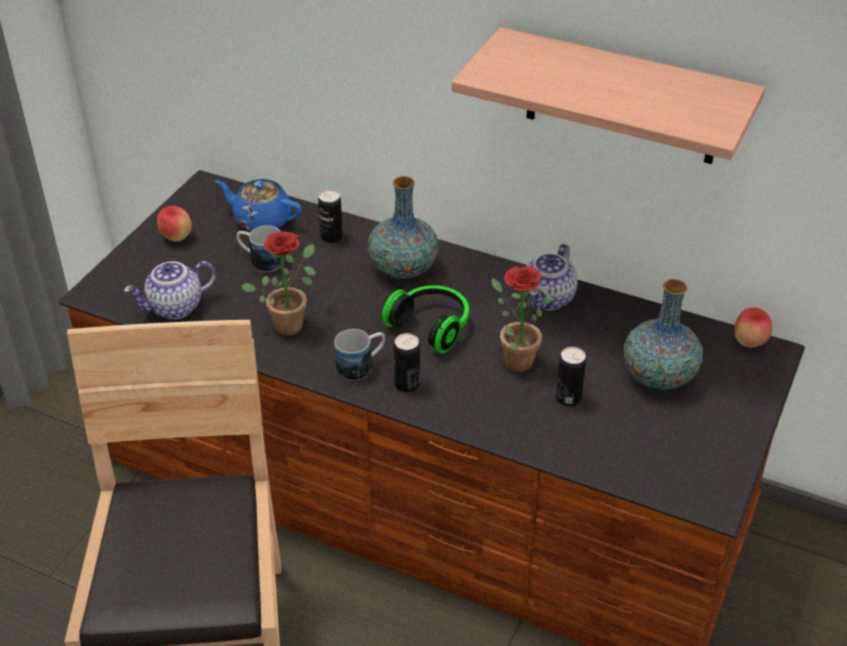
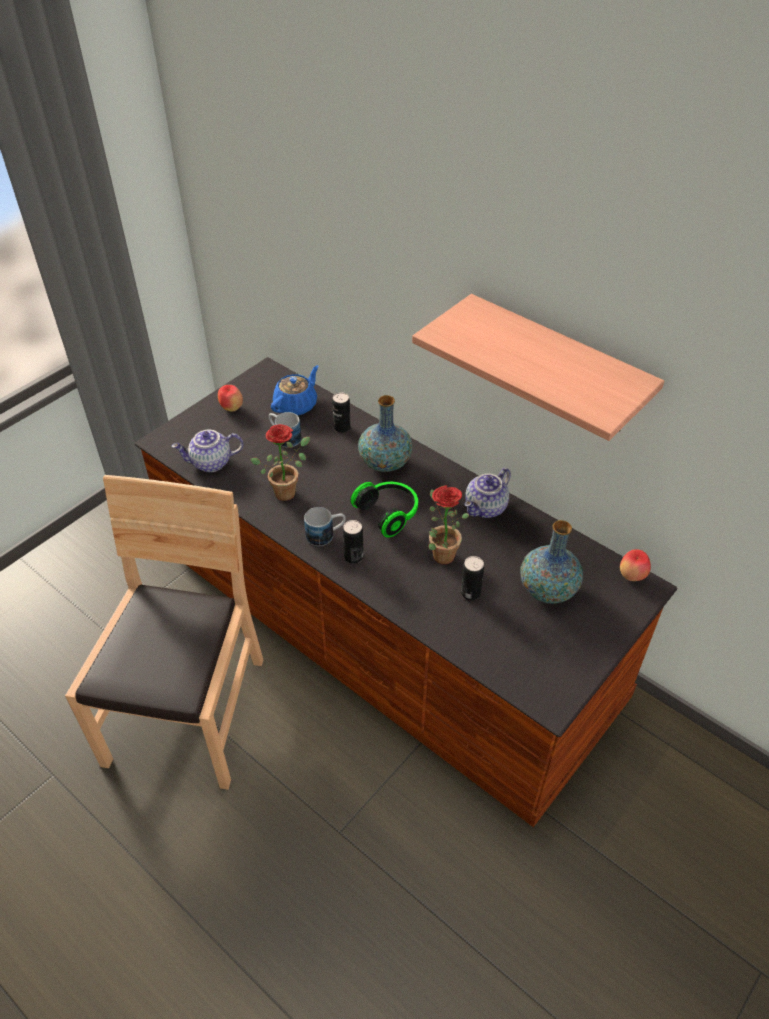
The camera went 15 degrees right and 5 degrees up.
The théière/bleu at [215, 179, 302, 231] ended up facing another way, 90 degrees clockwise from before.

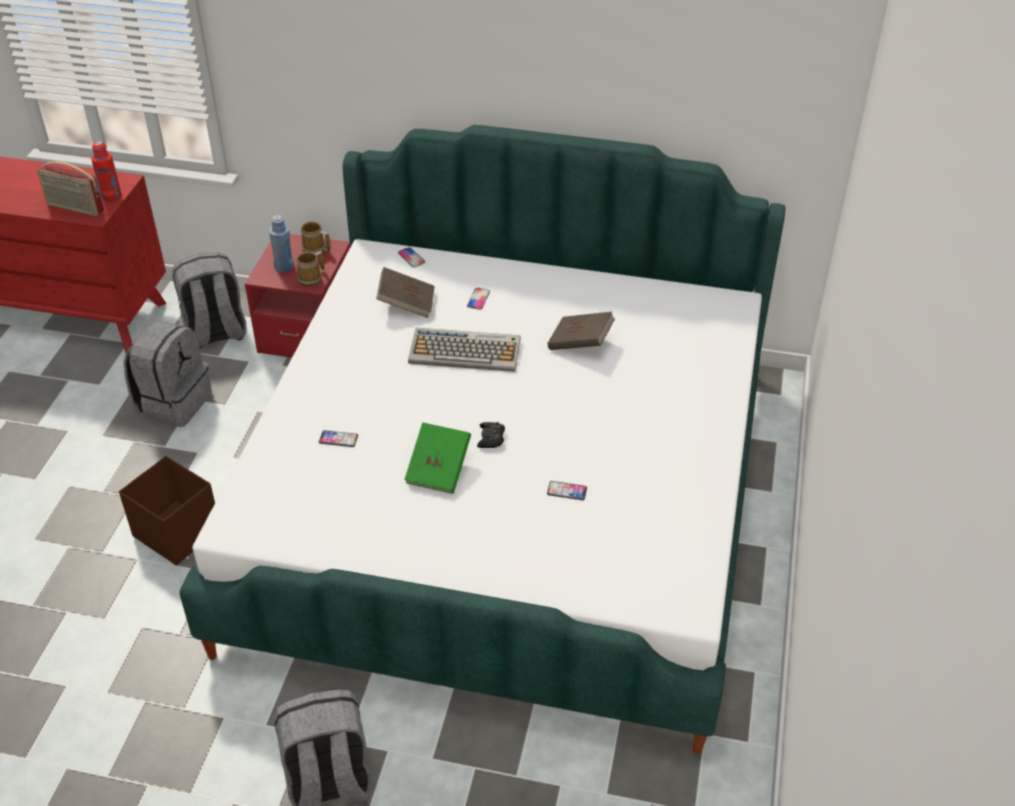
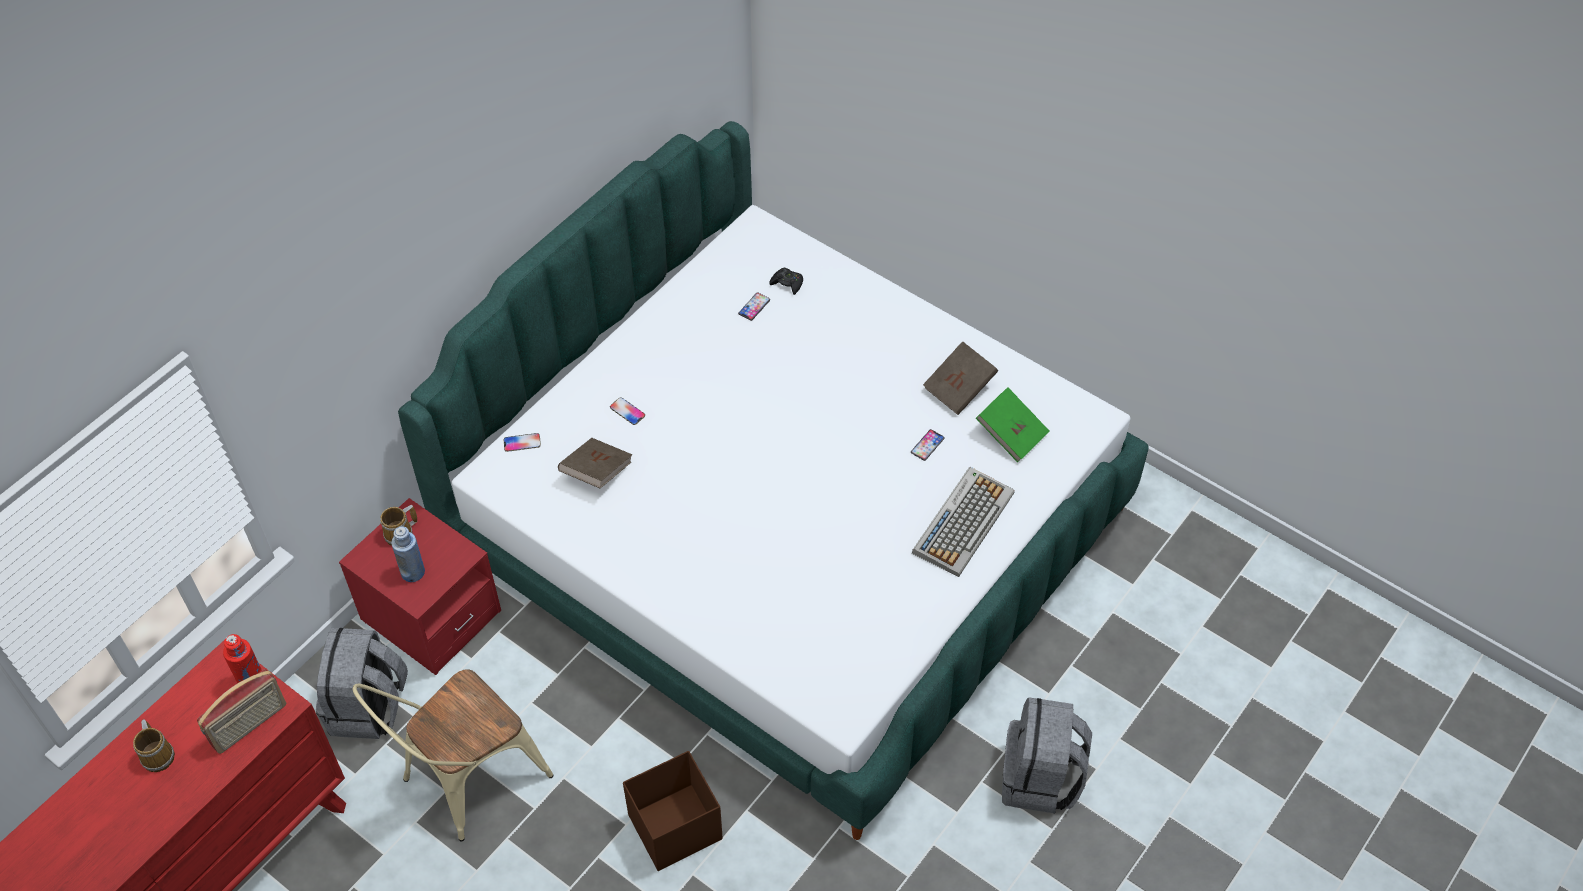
The camera went 65 degrees left and 10 degrees up.
The mug ended up elsewhere, having gone from [296, 251, 324, 287] to [133, 720, 175, 772].
Where the sac à dos/gris stood at [124, 321, 212, 427], the chaise/beige came to stand at [352, 669, 553, 842].
The téléphone ended up elsewhere, having gone from [319, 430, 358, 447] to [738, 292, 770, 321].
The manette/noir ended up elsewhere, having gone from [477, 422, 505, 448] to [769, 267, 803, 295].
The clavier ended up elsewhere, having gone from [408, 328, 520, 372] to [912, 467, 1015, 577].
The livre/marron ended up elsewhere, having gone from [547, 312, 615, 350] to [923, 341, 998, 415].
The livre/vert ended up elsewhere, having gone from [404, 422, 471, 494] to [976, 387, 1050, 462].

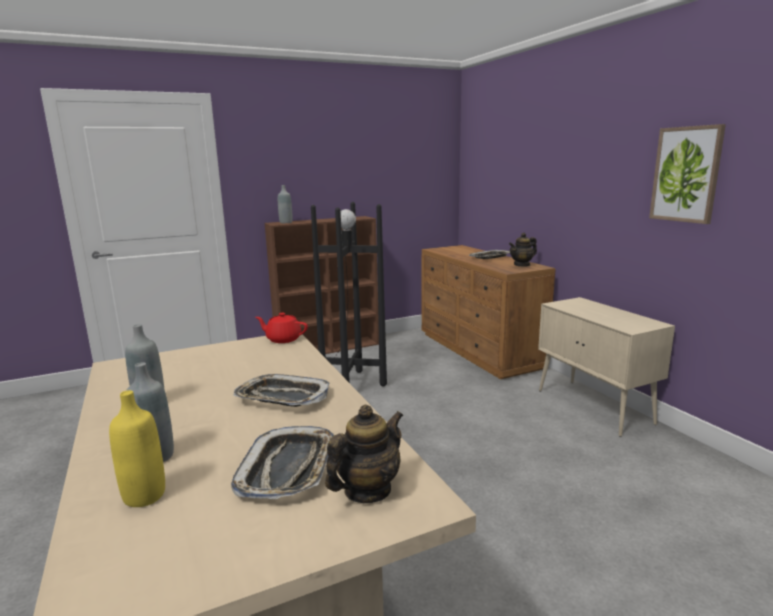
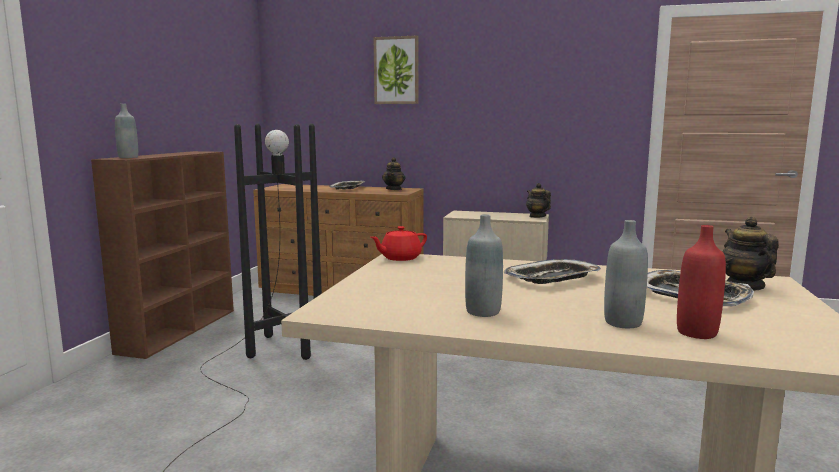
The camera went 50 degrees left and 5 degrees down.
The tableau ended up elsewhere, having gone from [649, 124, 726, 224] to [374, 36, 419, 104].
The second view gained the théière at [526, 183, 551, 218].
What was the bouteille/jaune at [109, 390, 165, 507] turned into the bouteille/rouge at [677, 225, 726, 339].

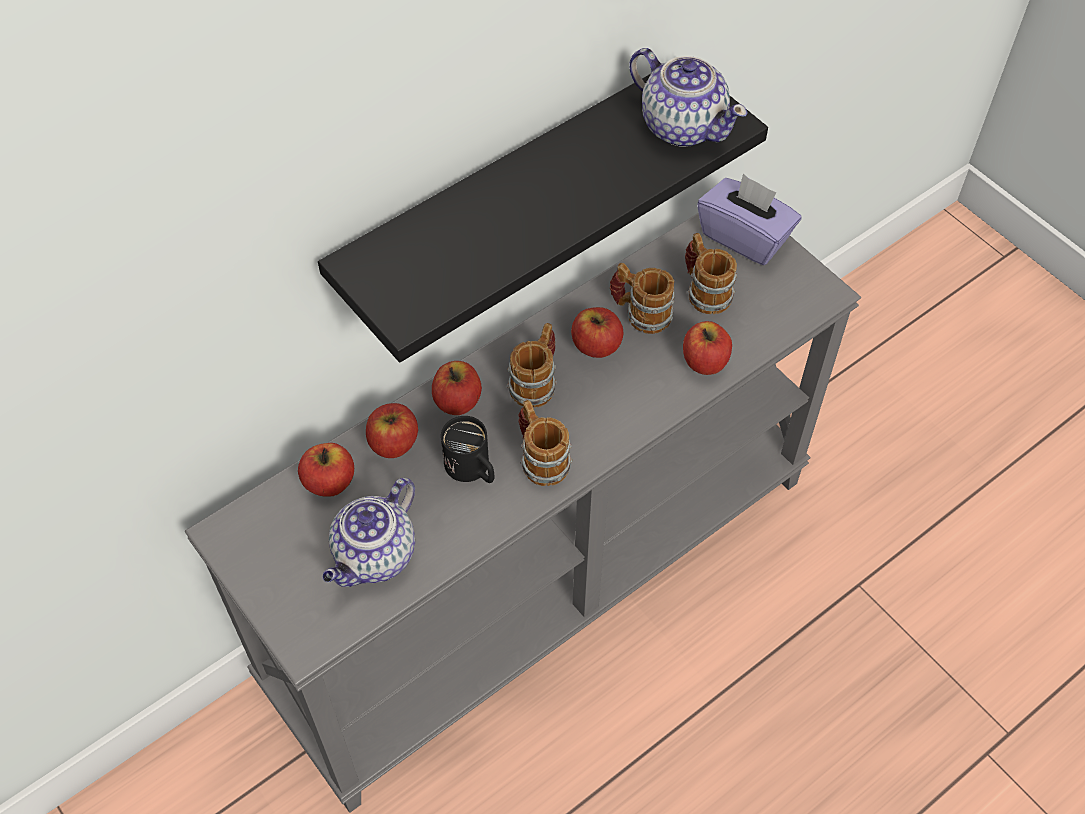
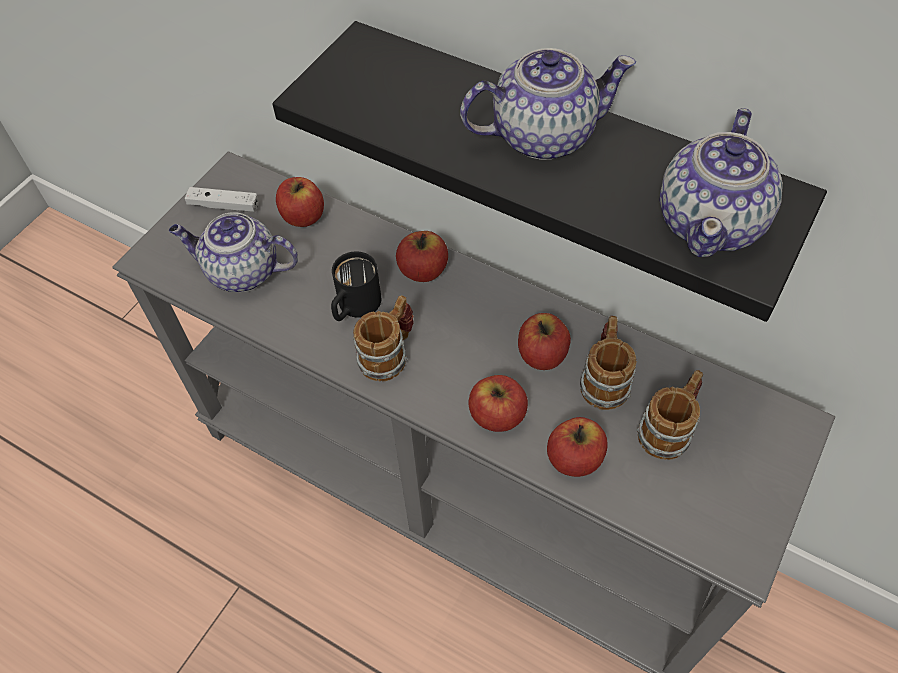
The camera went 70 degrees right and 0 degrees up.
The second view gained the manette/blanc at [185, 187, 258, 212].
The second view gained the théière at [460, 48, 636, 160].
The pomme ended up elsewhere, having gone from [366, 403, 418, 458] to [469, 375, 528, 432].
The second view lost the mug at [507, 323, 557, 408].
The second view lost the boîte à mouchoirs/violet at [697, 173, 802, 265].

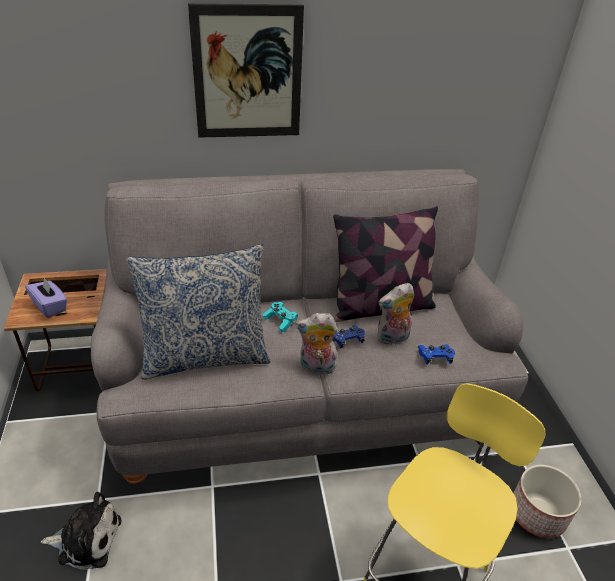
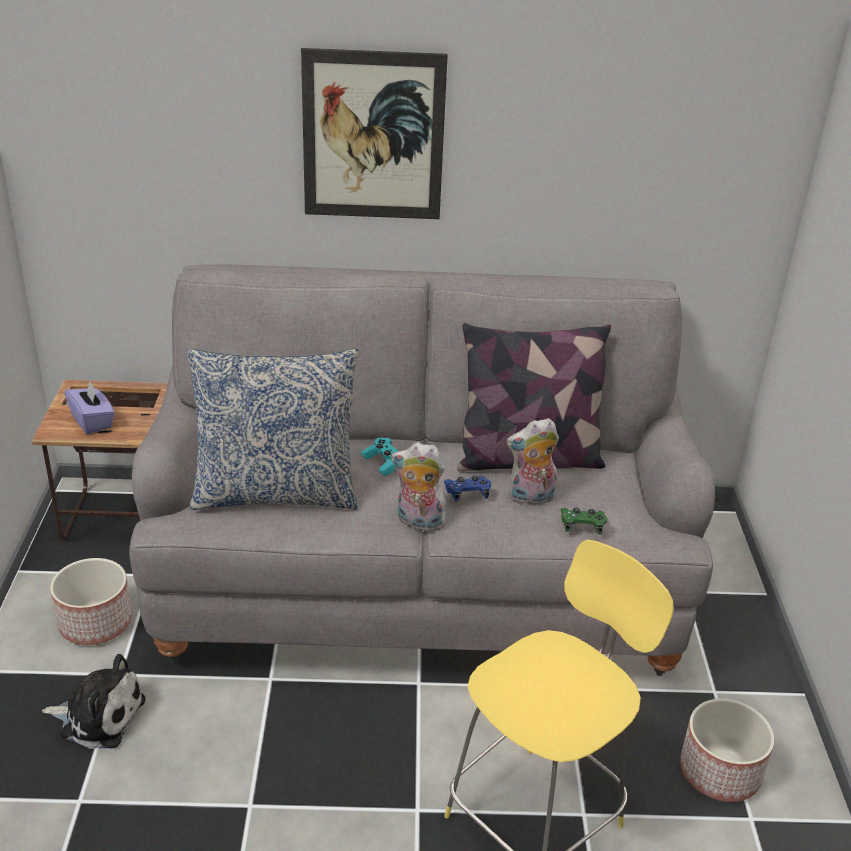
The camera went 10 degrees right and 5 degrees down.
The second view gained the cache-pot at [50, 558, 132, 645].
What was the manette/bleu at [418, 344, 455, 364] turned into the manette/vert at [560, 508, 607, 535].

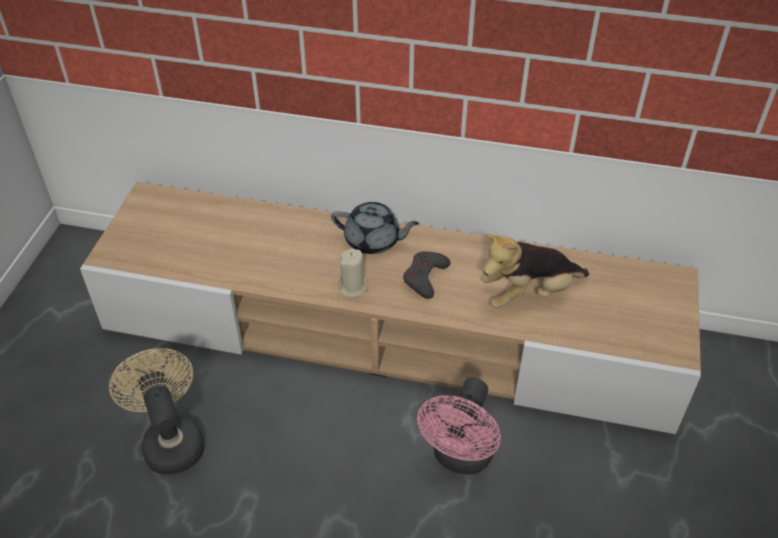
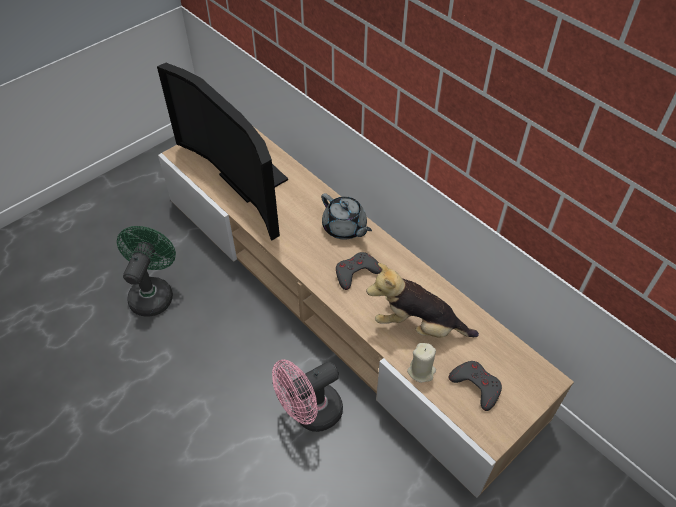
The camera went 35 degrees right and 5 degrees up.
What was the ventilateur/beige at [109, 348, 204, 475] turned into the ventilateur/vert at [117, 226, 176, 317].
The second view gained the téléviseur at [157, 63, 288, 241].
The bougie/beige ended up elsewhere, having gone from [338, 249, 368, 297] to [407, 343, 436, 383].
The second view gained the manette/gris at [449, 361, 502, 411].

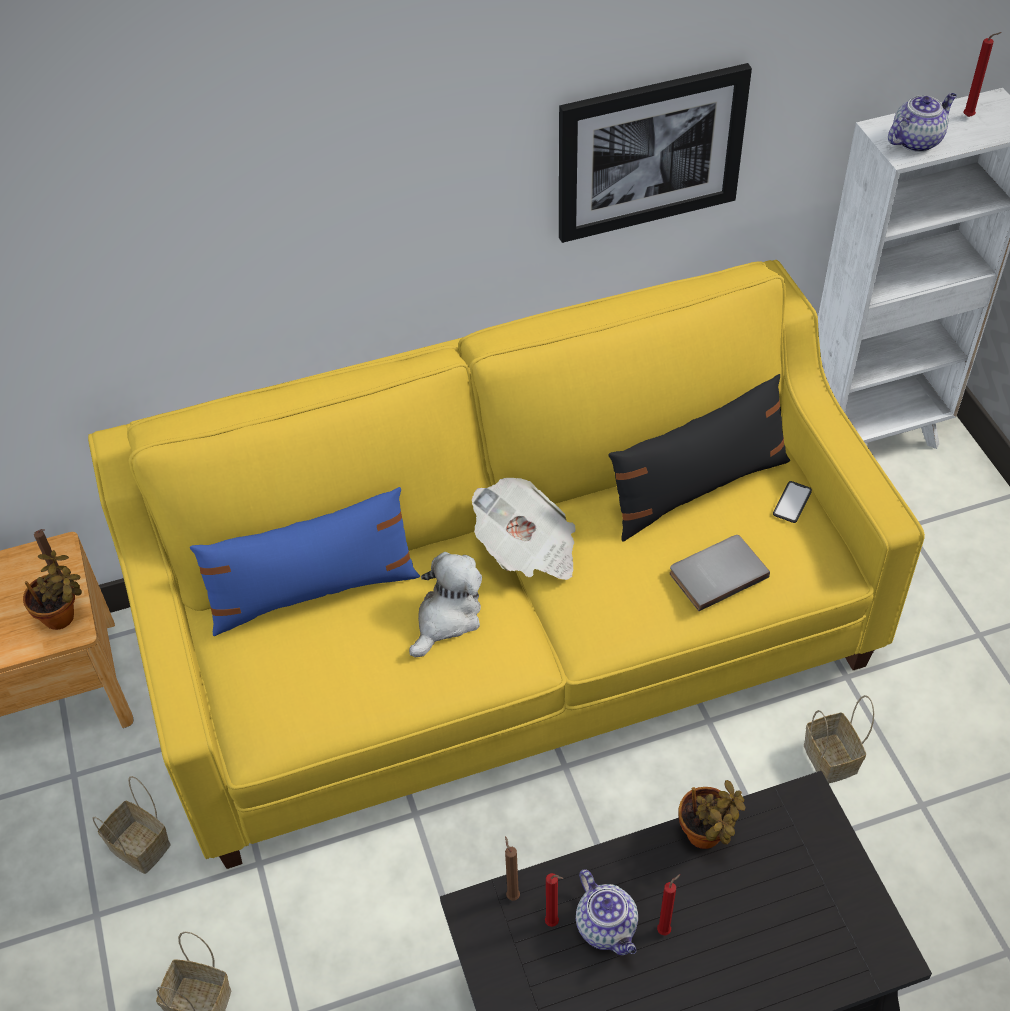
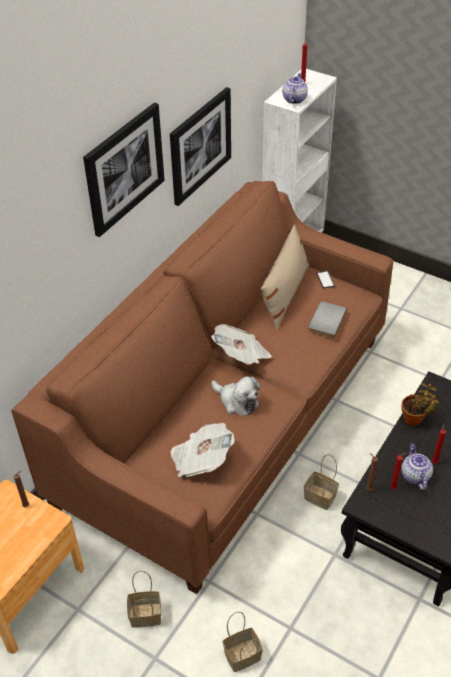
The camera went 40 degrees left and 5 degrees down.
What was the canapé/jaune at [88, 260, 925, 869] turned into the canapé/marron at [11, 181, 393, 594].
The second view gained the tableau at [83, 102, 165, 237].
The second view gained the journal at [170, 423, 234, 477].
The peluche at [409, 552, 482, 657] ended up facing another way, 135 degrees clockwise from before.
What was the coussin/noir at [609, 374, 790, 542] turned into the coussin/beige at [261, 225, 309, 330].
The panier ended up elsewhere, having gone from [804, 695, 874, 784] to [304, 454, 339, 510].
The théière at [576, 869, 638, 955] ended up facing another way, 120 degrees counterclockwise from before.
The second view lost the plante en pot at [23, 550, 82, 630].
The second view lost the coussin/bleu at [190, 487, 420, 636].

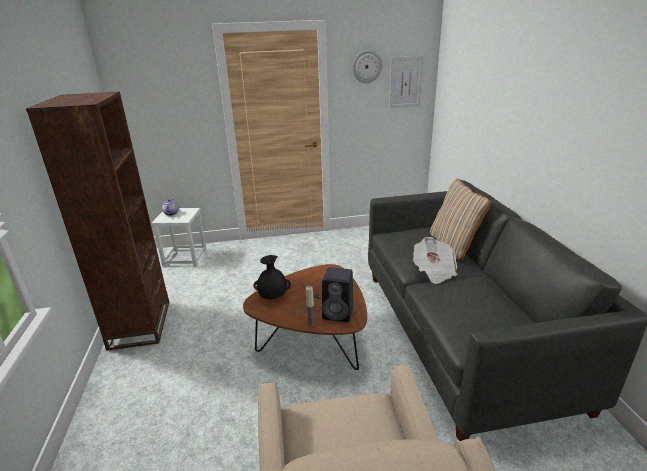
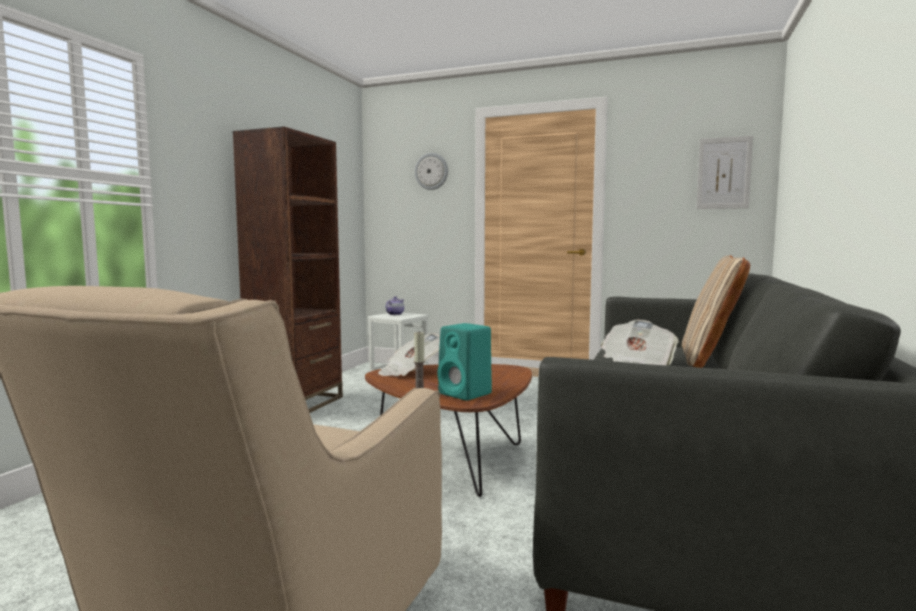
The camera went 30 degrees right and 20 degrees down.
Where the vase/noir stood at [254, 255, 291, 299], the journal came to stand at [378, 333, 440, 376].
The horloge murale ended up elsewhere, having gone from [352, 50, 383, 83] to [415, 153, 448, 190].
What was the enceinte/noir at [322, 267, 354, 322] turned into the enceinte/turquoise at [437, 323, 492, 401].

